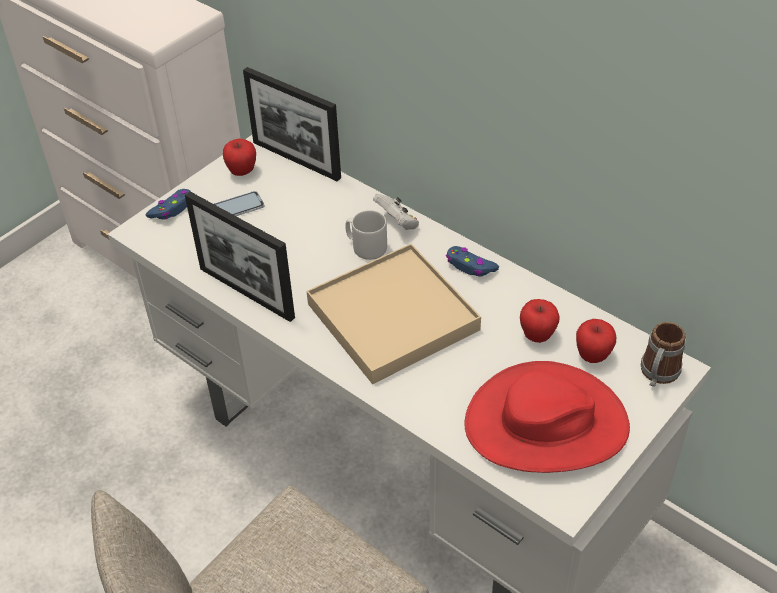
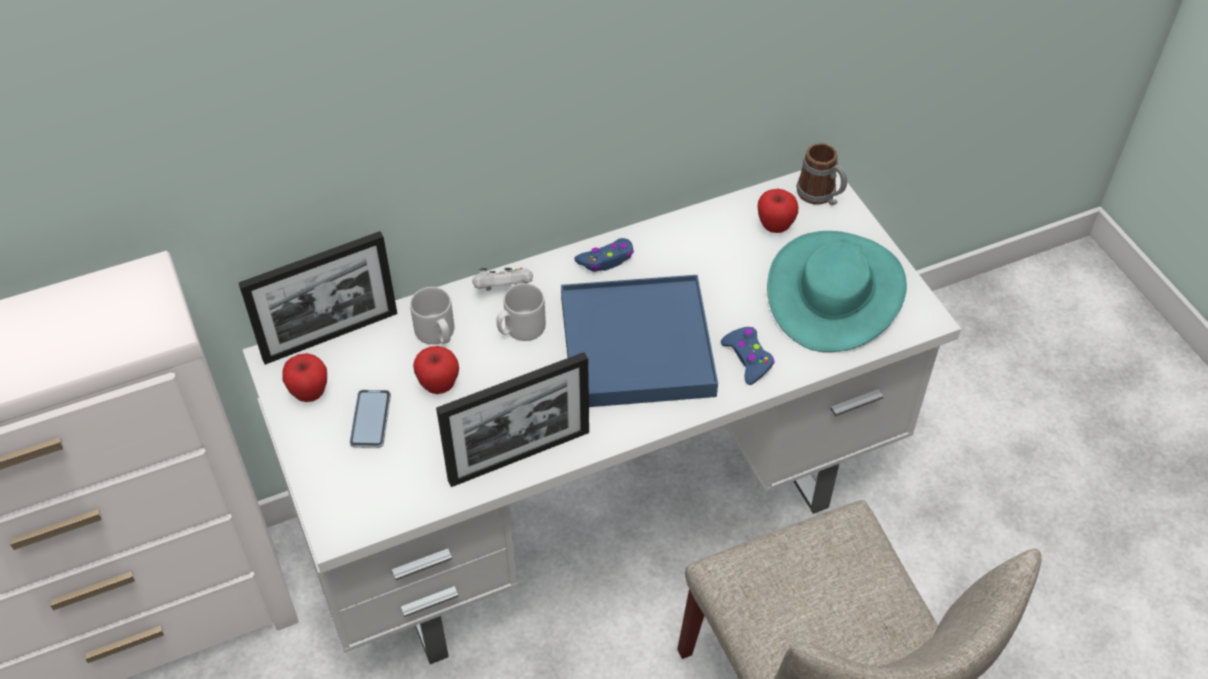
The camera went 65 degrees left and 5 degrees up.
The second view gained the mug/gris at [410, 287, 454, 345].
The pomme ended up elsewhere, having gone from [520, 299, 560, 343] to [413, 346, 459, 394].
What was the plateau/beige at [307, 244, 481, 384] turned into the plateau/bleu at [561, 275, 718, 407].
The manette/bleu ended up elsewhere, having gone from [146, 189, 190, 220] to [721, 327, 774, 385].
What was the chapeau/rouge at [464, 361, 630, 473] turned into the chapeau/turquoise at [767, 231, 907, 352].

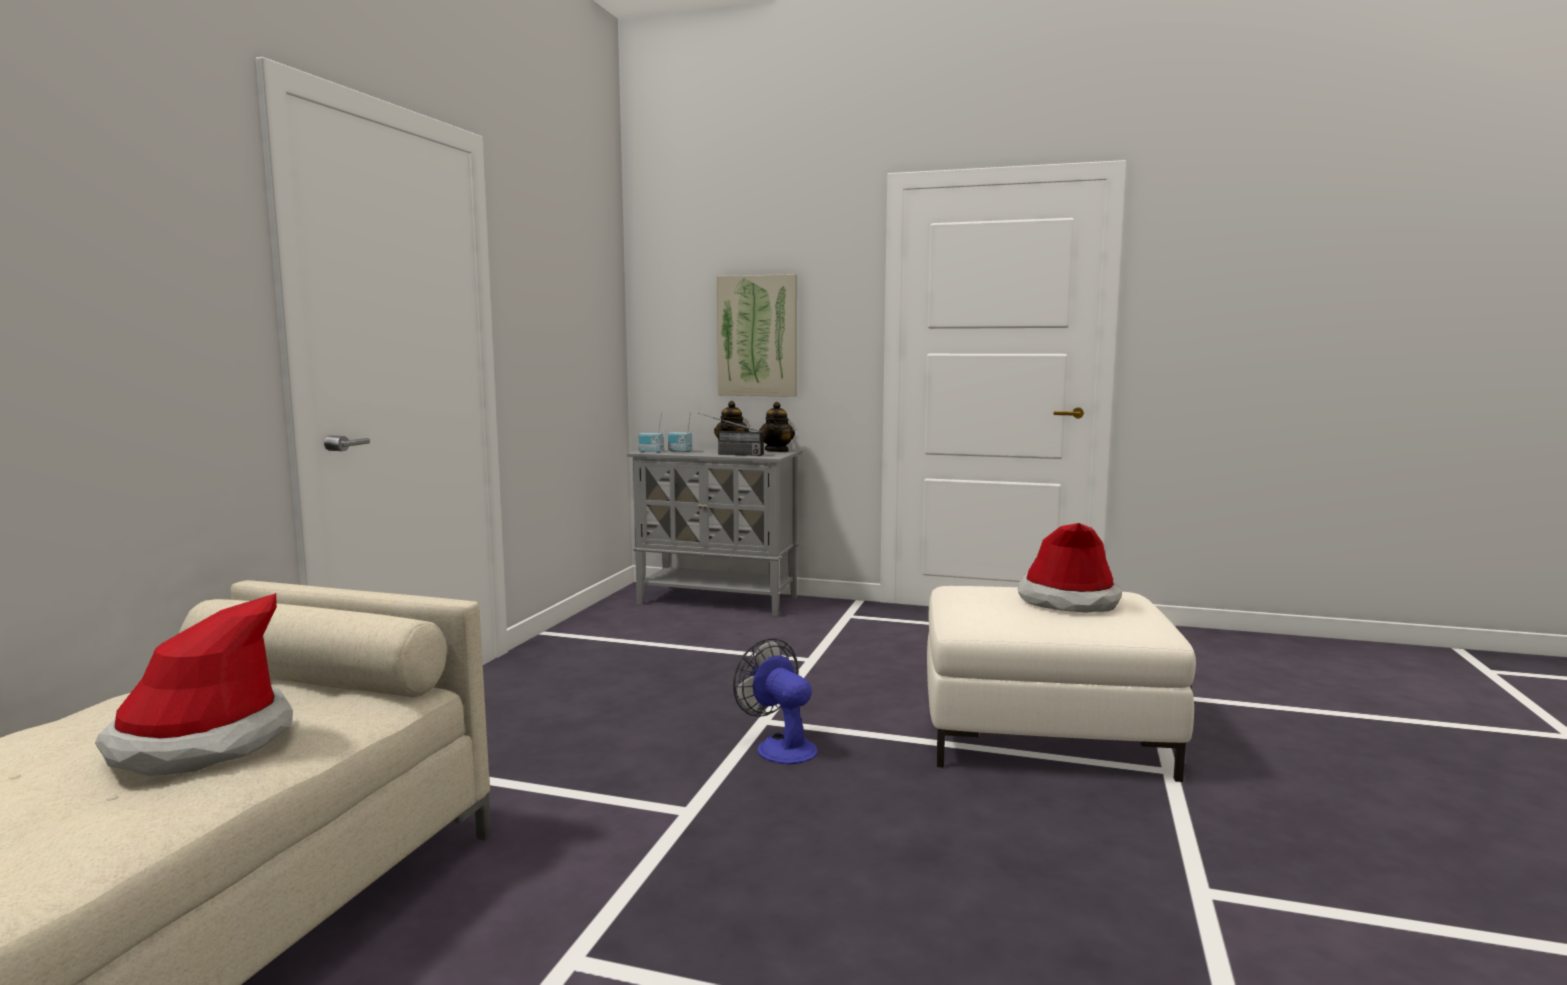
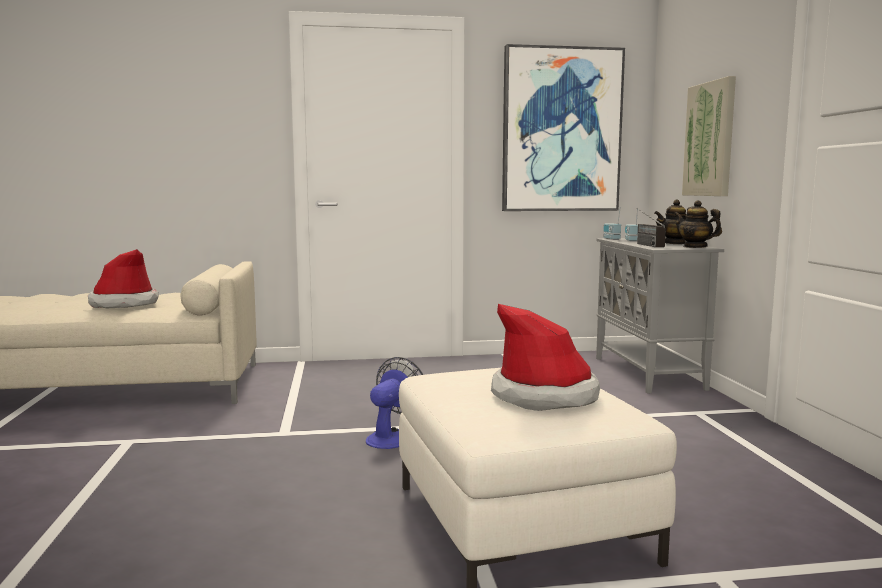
The camera went 65 degrees right and 0 degrees up.
The second view gained the tableau at [502, 44, 625, 211].
The théière at [759, 402, 795, 452] ended up facing another way, 60 degrees clockwise from before.

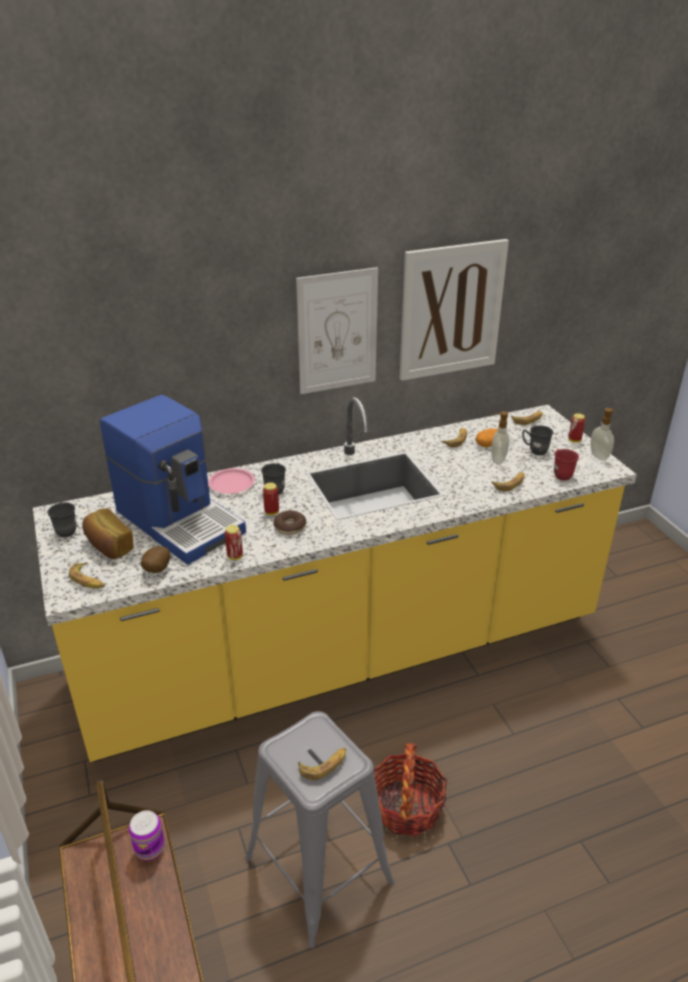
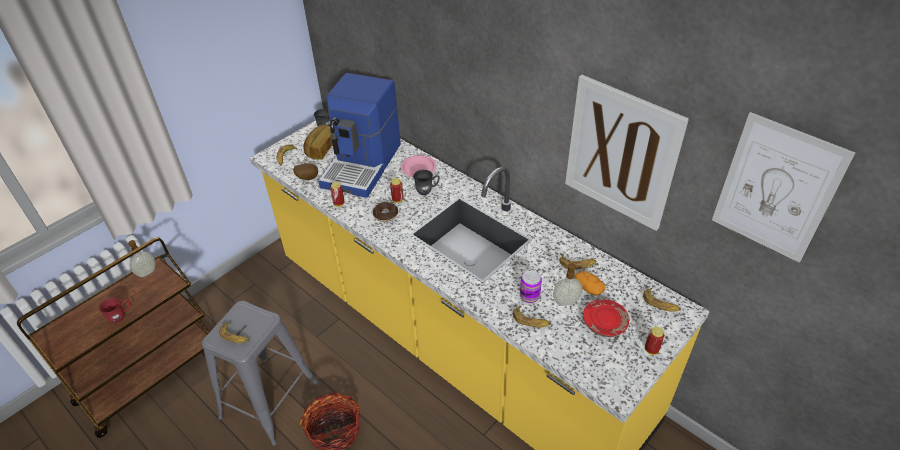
The camera went 65 degrees right and 10 degrees up.
The mug/rouge ended up elsewhere, having gone from [554, 449, 579, 481] to [99, 297, 130, 323].
The distributeur de savon ended up elsewhere, having gone from [590, 408, 618, 460] to [128, 240, 156, 277].
The boîte métallique ended up elsewhere, having gone from [129, 810, 165, 861] to [520, 270, 542, 303].
Where the mug/gris stood at [522, 425, 554, 455], the assiette/rouge came to stand at [583, 299, 630, 337].
The tableau ended up elsewhere, having gone from [296, 267, 378, 394] to [712, 112, 855, 263].

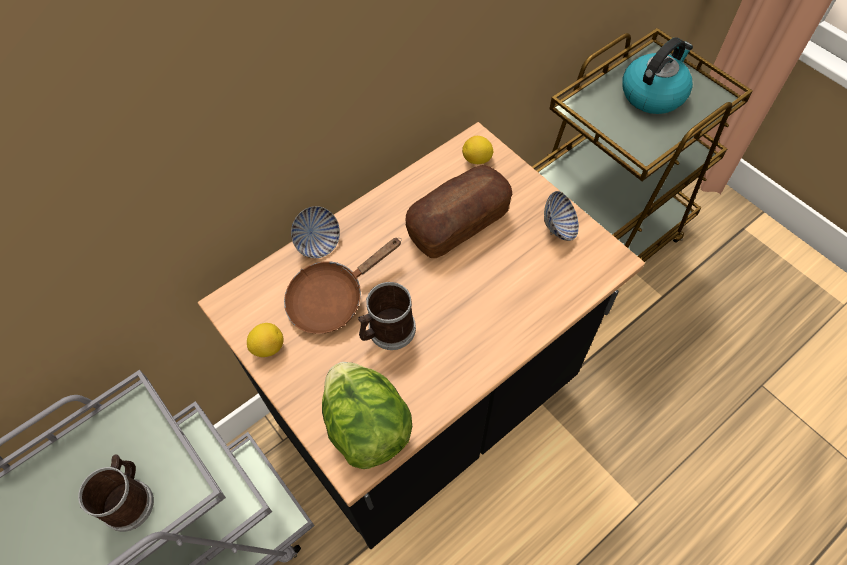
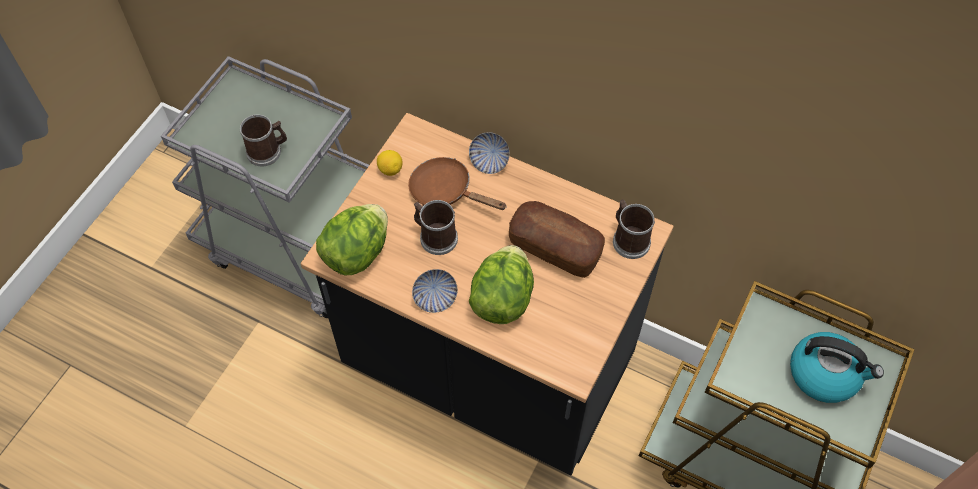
The camera went 65 degrees right and 0 degrees up.
The bol ended up elsewhere, having gone from [544, 191, 579, 241] to [412, 269, 458, 313].
The second view gained the laitue at [469, 245, 534, 324].
Where the citron stood at [462, 136, 494, 164], the mug came to stand at [613, 200, 655, 259].

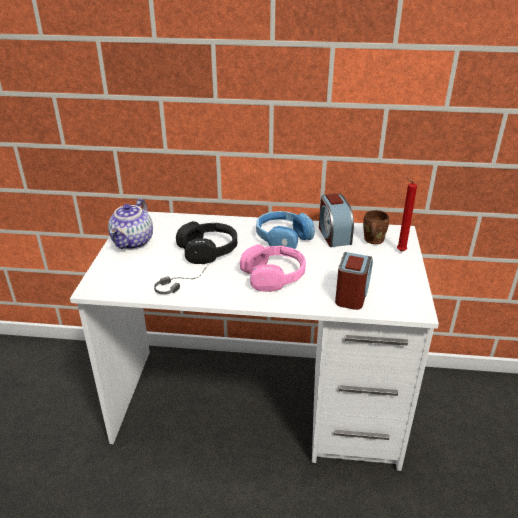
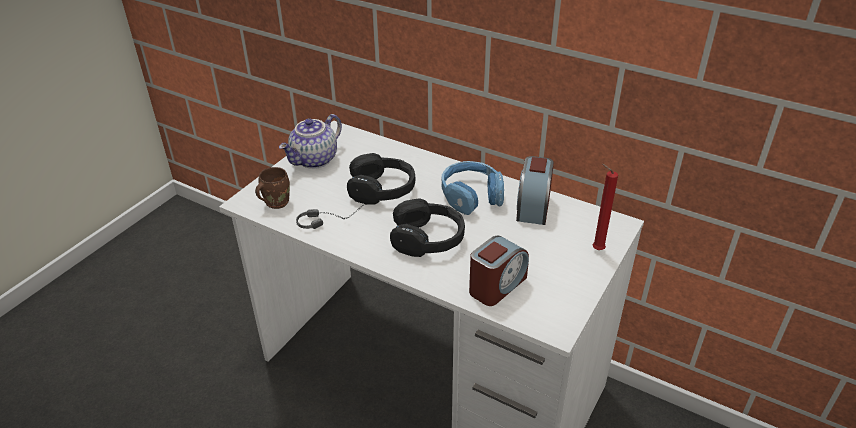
The camera went 25 degrees right and 5 degrees up.
The mug/marron ended up elsewhere, having gone from [363, 210, 389, 244] to [255, 167, 290, 209].
What was the casque audio/rose at [240, 244, 306, 292] turned into the casque audio/noir at [390, 198, 465, 257].

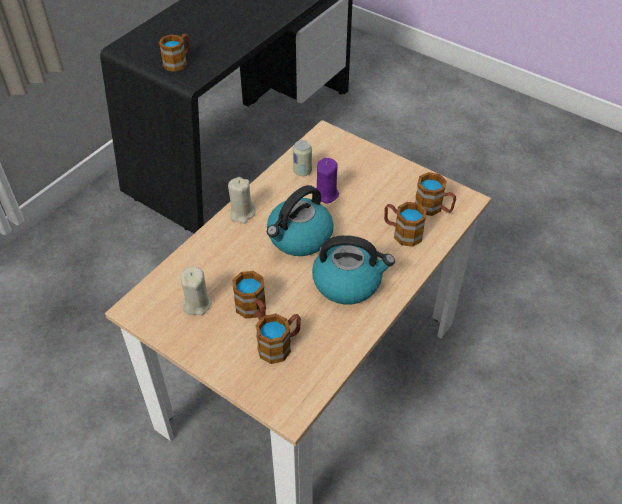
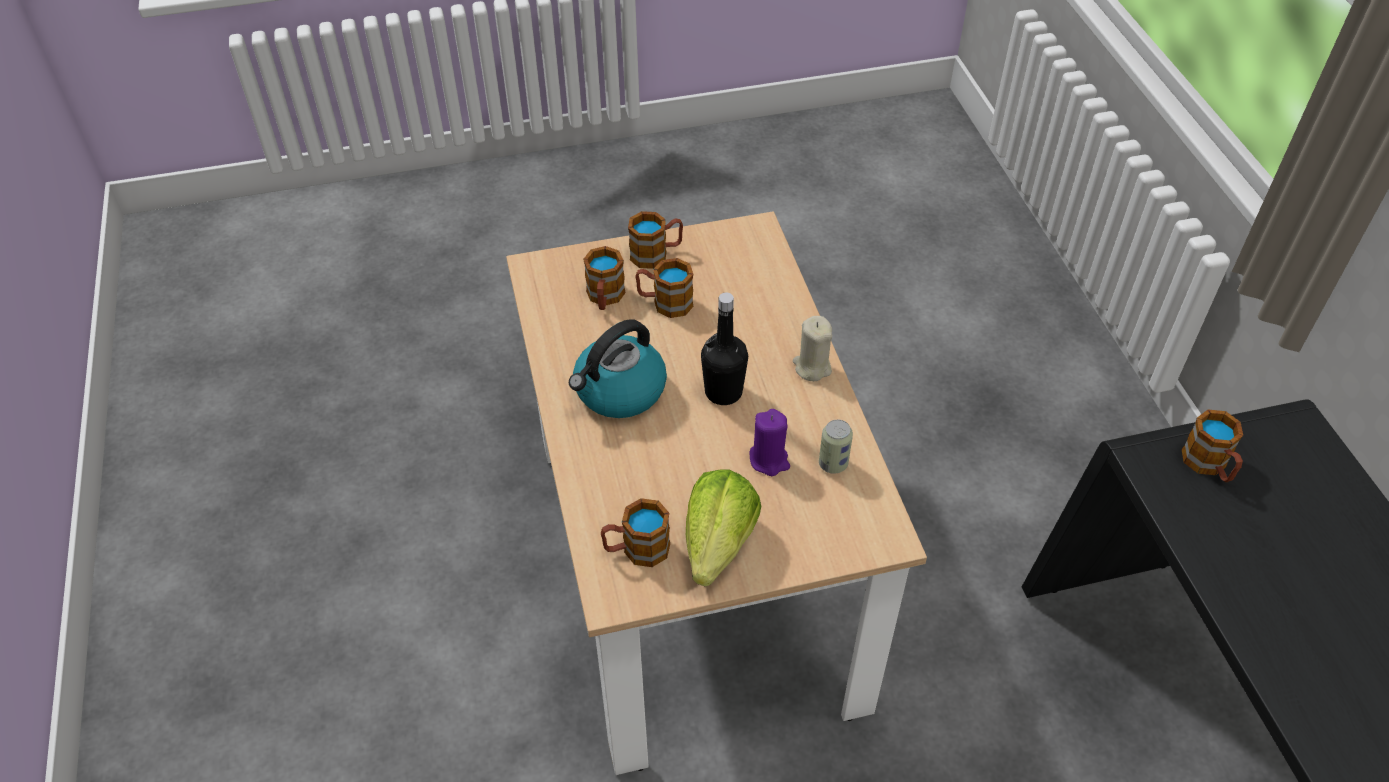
The camera went 130 degrees right and 0 degrees up.
The mug ended up elsewhere, having gone from [384, 202, 427, 247] to [628, 211, 683, 269].
The second view gained the laitue at [686, 470, 761, 586].
Where the bouilloire stood at [267, 185, 334, 256], the bouteille/noir came to stand at [701, 293, 748, 405].
The second view lost the bougie/beige at [181, 267, 212, 315].

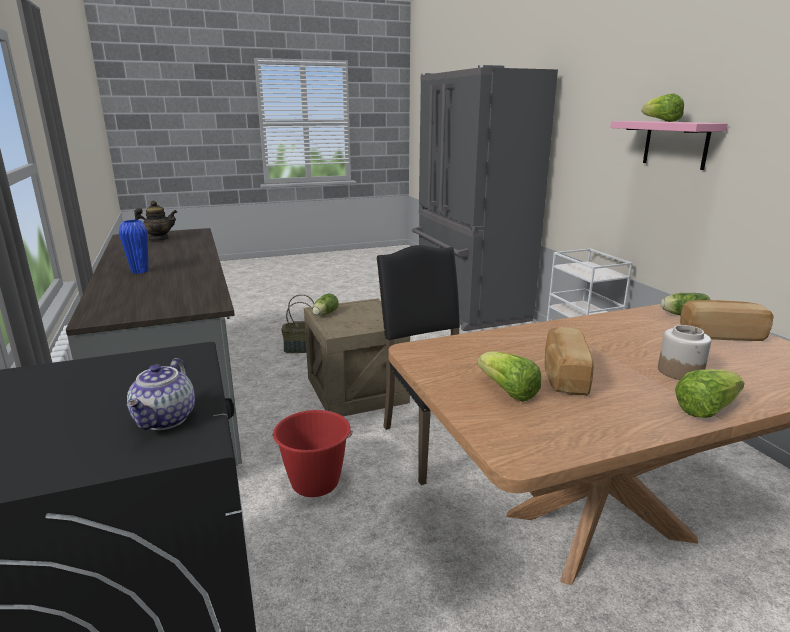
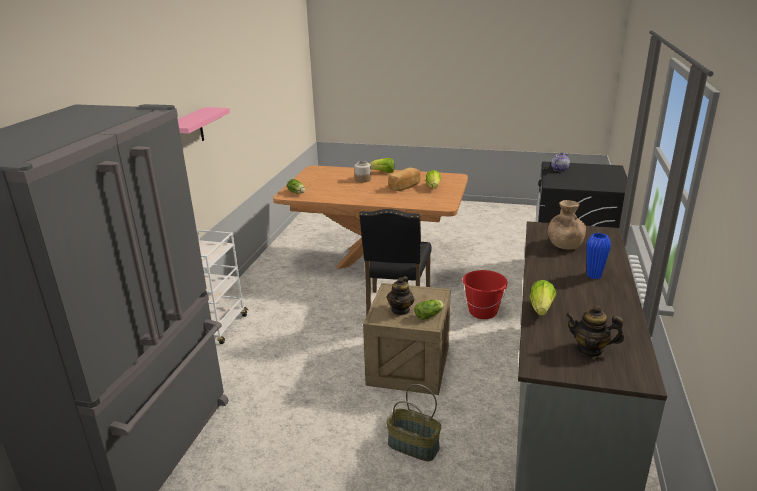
The camera went 145 degrees left and 5 degrees up.
The second view gained the théière at [387, 276, 414, 315].
The laitue ended up elsewhere, having gone from [642, 93, 684, 122] to [529, 280, 556, 316].
The second view gained the vase/marron at [548, 200, 586, 250].
The second view lost the pain at [680, 300, 774, 341].

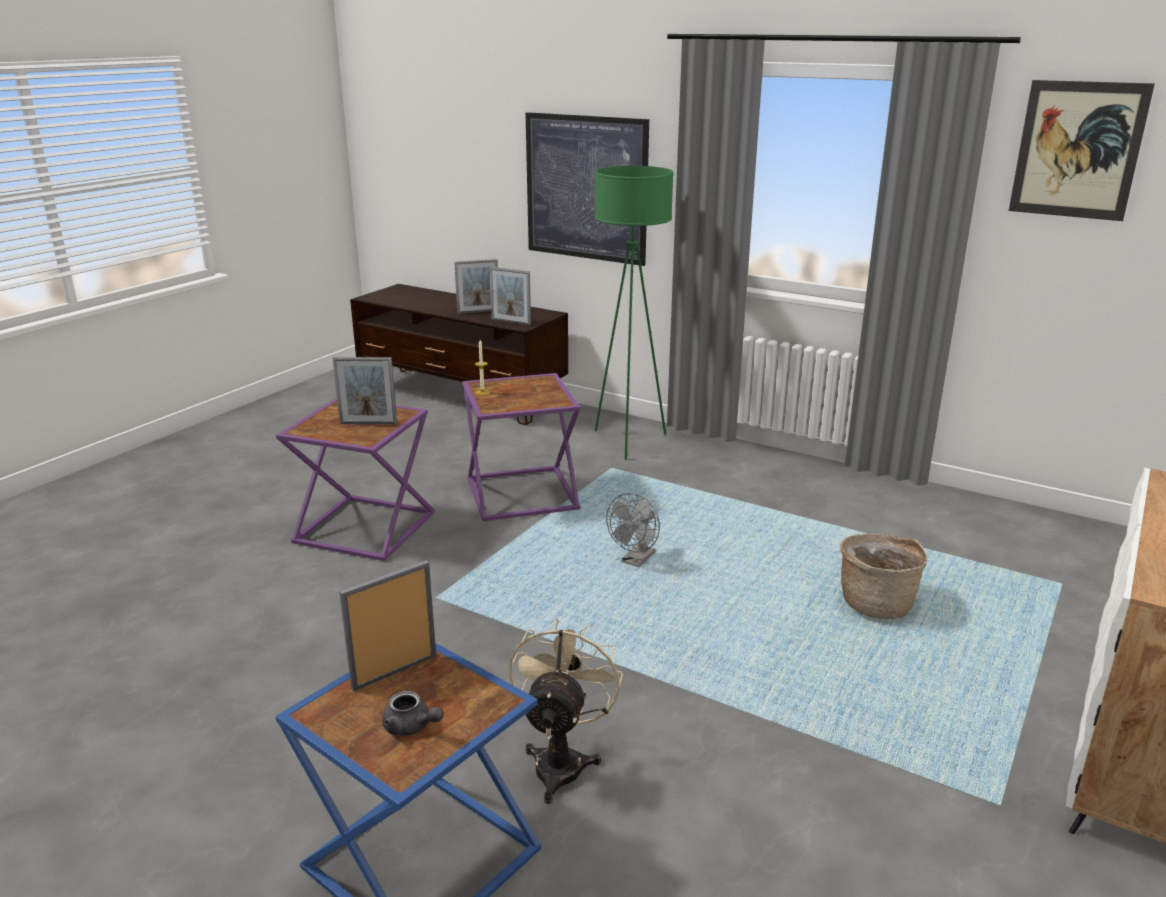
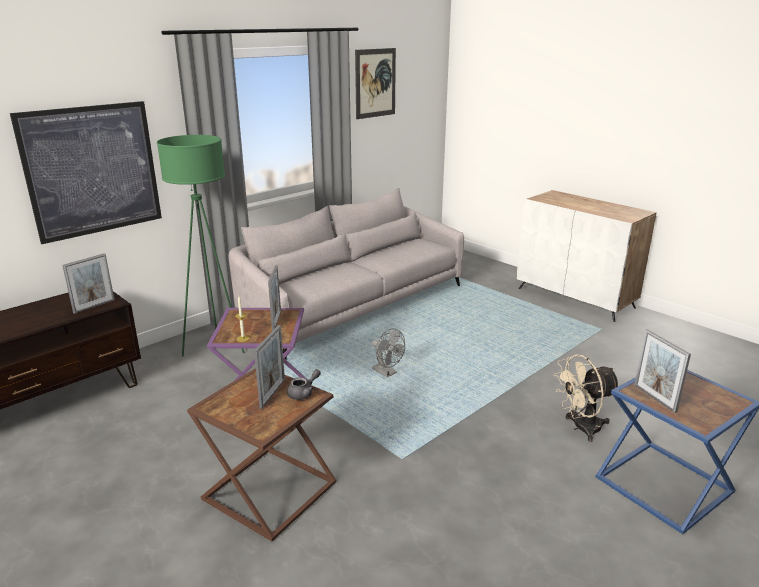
The camera went 75 degrees left and 0 degrees up.
What was the table d'appoint/violet at [276, 398, 435, 561] turned into the table d'appoint/marron at [187, 368, 337, 541].
The second view gained the canapé/gris at [228, 188, 464, 359].
The cadre photo ended up elsewhere, having gone from [454, 259, 498, 314] to [268, 265, 281, 331].
The théière/gris ended up elsewhere, having gone from [382, 691, 444, 736] to [287, 369, 321, 400].
The ventilateur/beige at [509, 618, 623, 804] ended up facing another way, 45 degrees counterclockwise from before.
The second view lost the panier at [840, 533, 927, 619].

